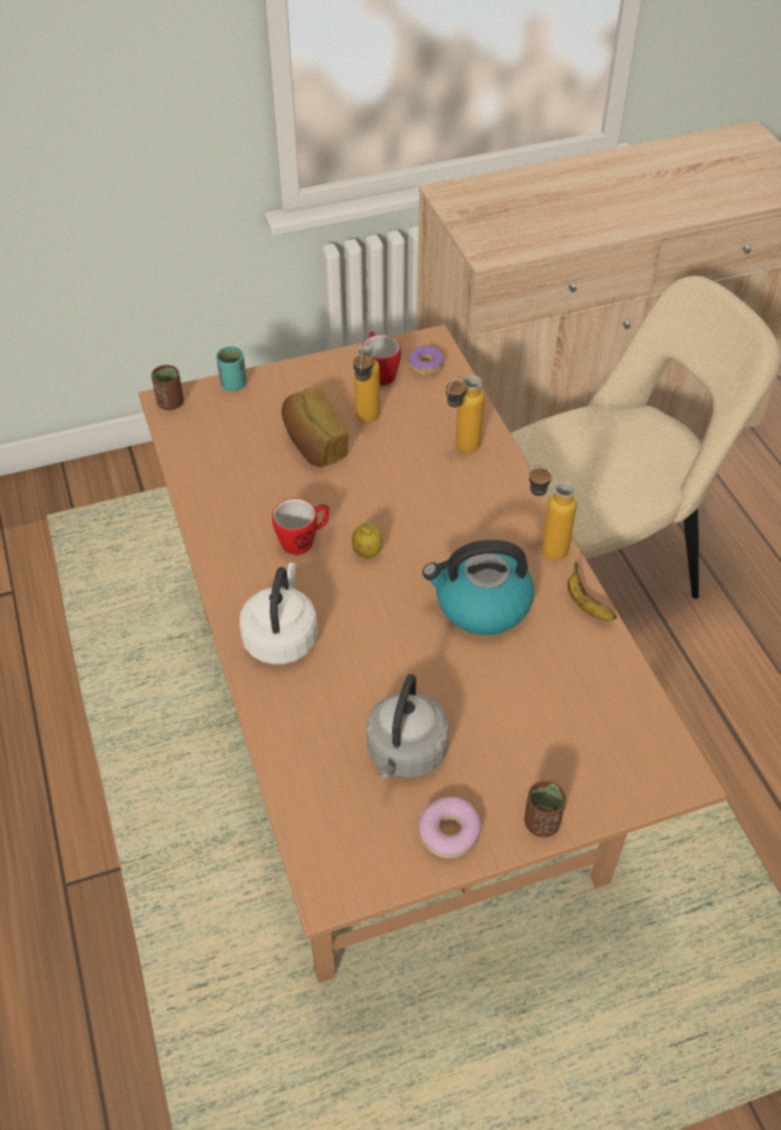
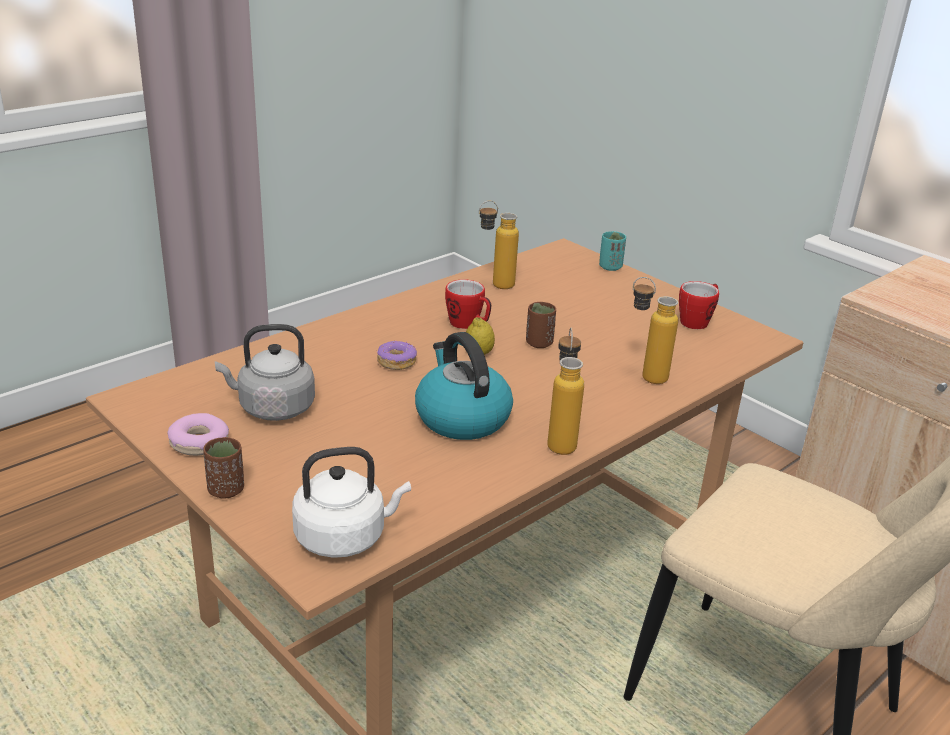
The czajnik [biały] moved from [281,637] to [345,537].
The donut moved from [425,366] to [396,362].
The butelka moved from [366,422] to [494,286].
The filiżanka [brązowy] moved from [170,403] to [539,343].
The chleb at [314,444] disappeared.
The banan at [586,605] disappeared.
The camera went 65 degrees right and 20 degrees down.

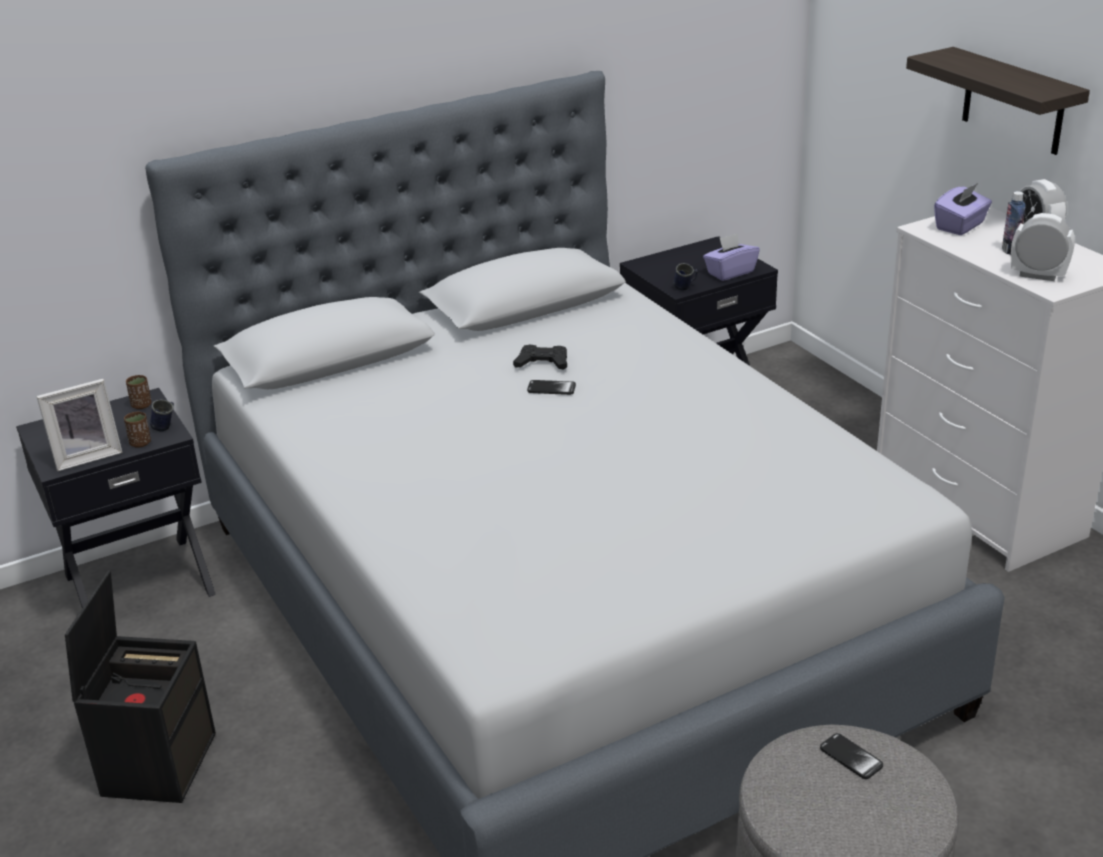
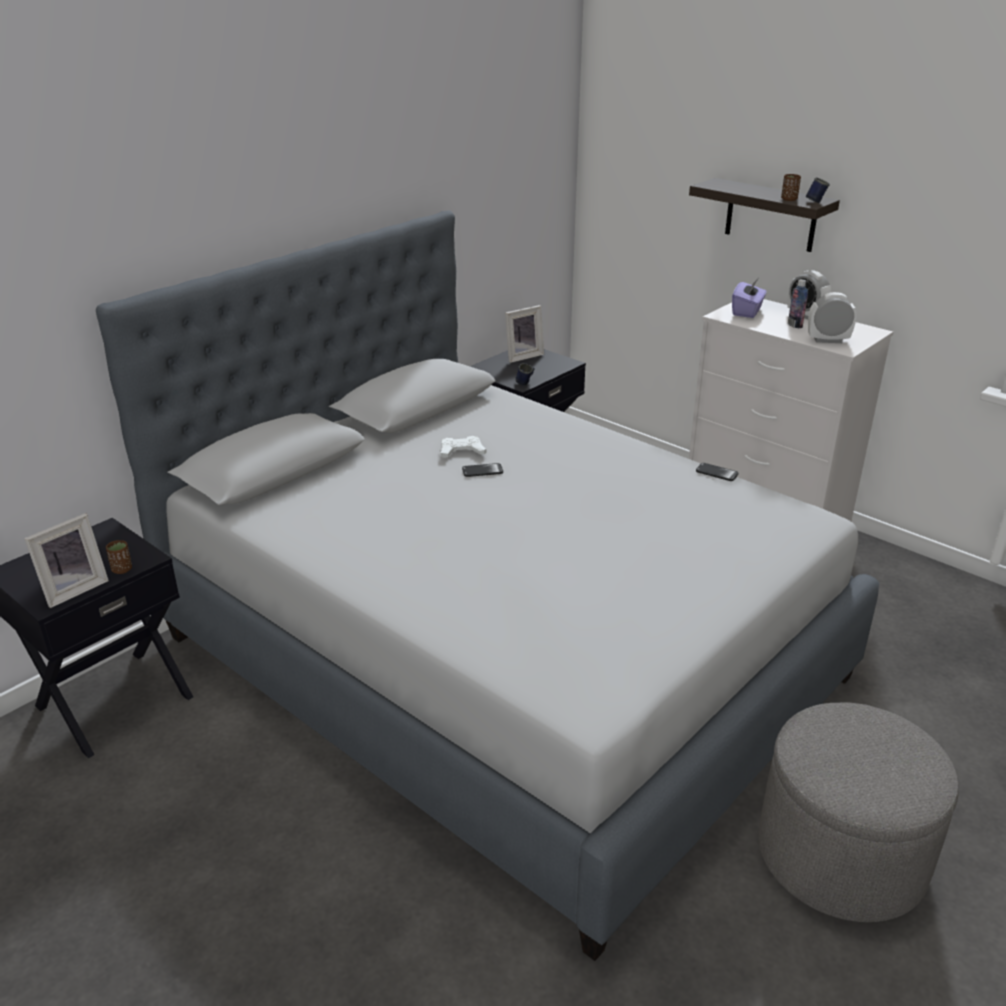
The pad do gier [czarny] at [542,363] became the pad do gier [biały] at [461,452].
The ramka na zdjęcie at [522,356] appeared.
The telefon moved from [851,757] to [716,473].
The filiżanka [brązowy] moved from [141,405] to [789,199].
The kubek [niebieski] moved from [166,426] to [815,201].
The pojemnik do przechowywania [czarny] at [158,762] disappeared.
The pudełko chusteczek [fioletowy] at [730,272] disappeared.
The camera went 20 degrees left and 0 degrees up.

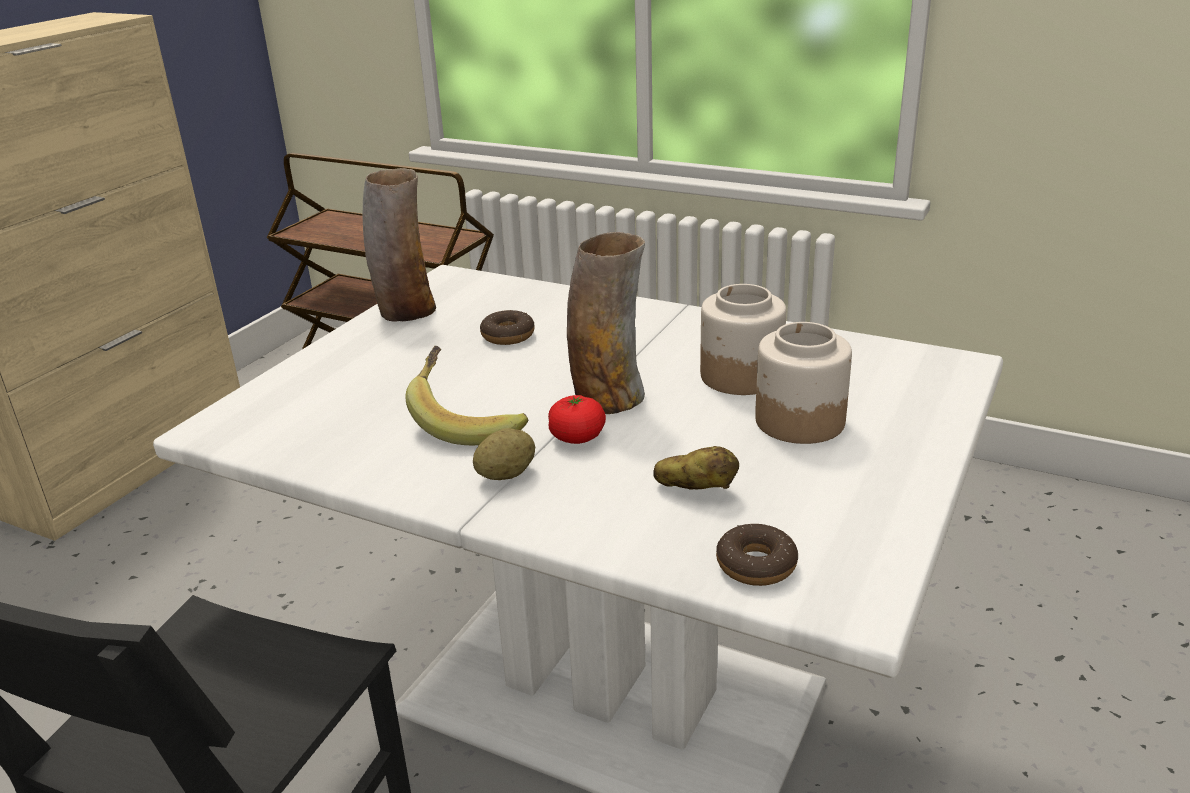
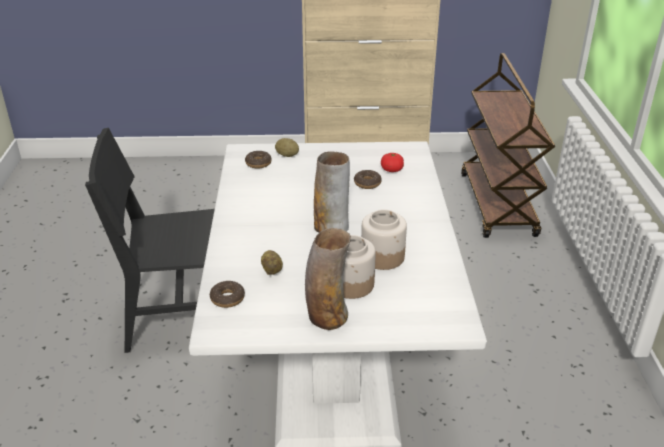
The donut at [258,163] appeared.
The ziemniak moved from [506,475] to [287,155].
The wazon moved from [405,311] to [327,316].
The pomidor moved from [577,437] to [392,170].
The banan at [468,421] disappeared.
The camera went 60 degrees right and 5 degrees up.

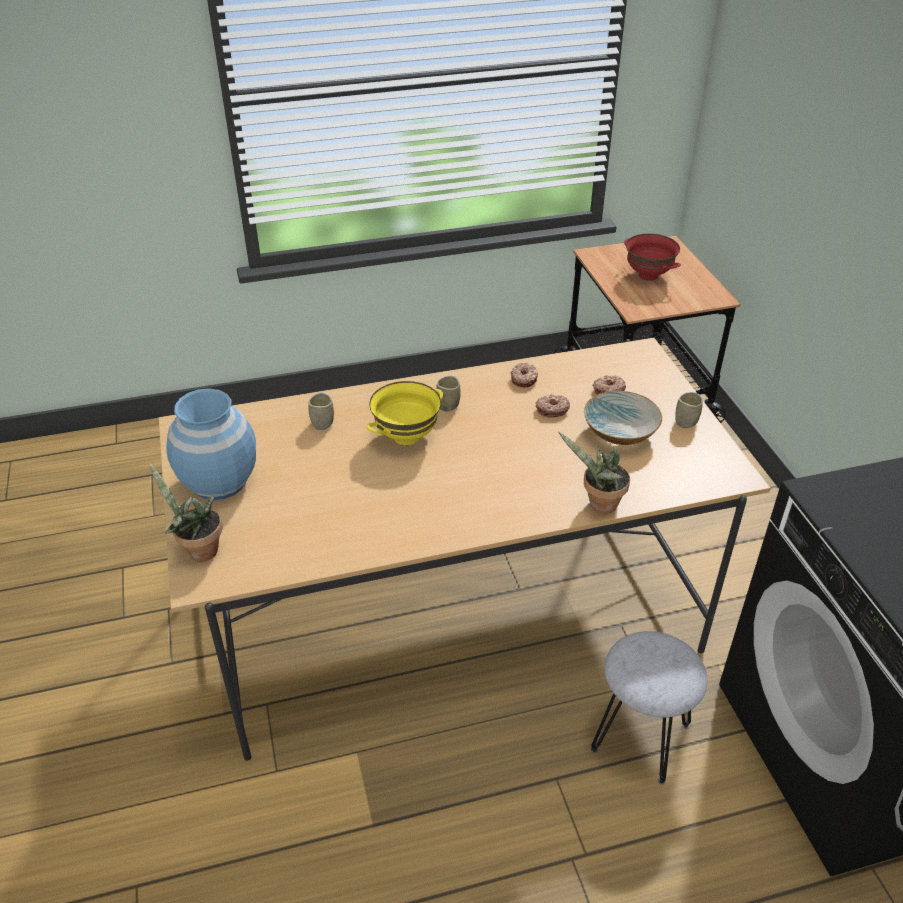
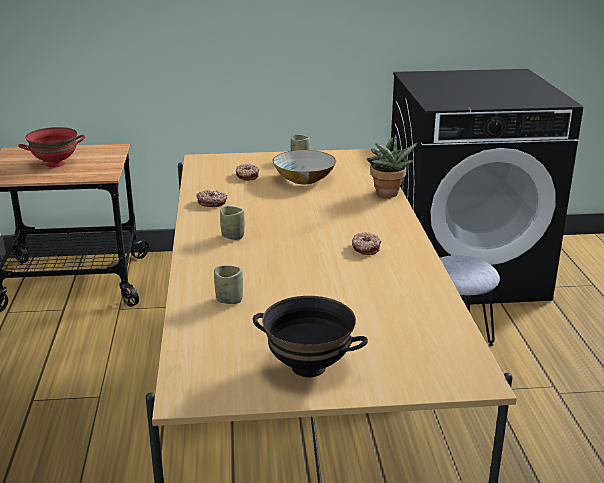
The wazon [niebieski] at [219,481] was replaced by the miska [czarny] at [309,367].
The donut moved from [552,409] to [365,248].
The roślina doniczkowa at [198,550] disappeared.
The miska [żółty] at [406,436] disappeared.
The camera went 80 degrees left and 15 degrees down.

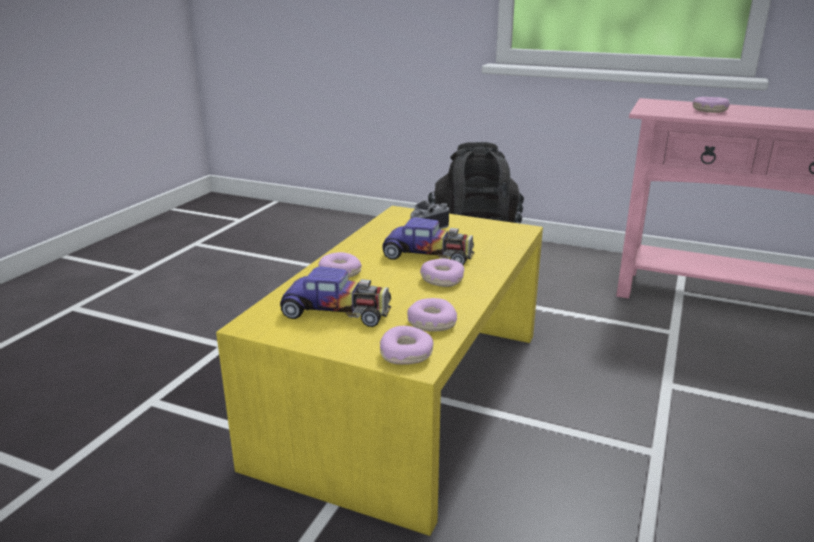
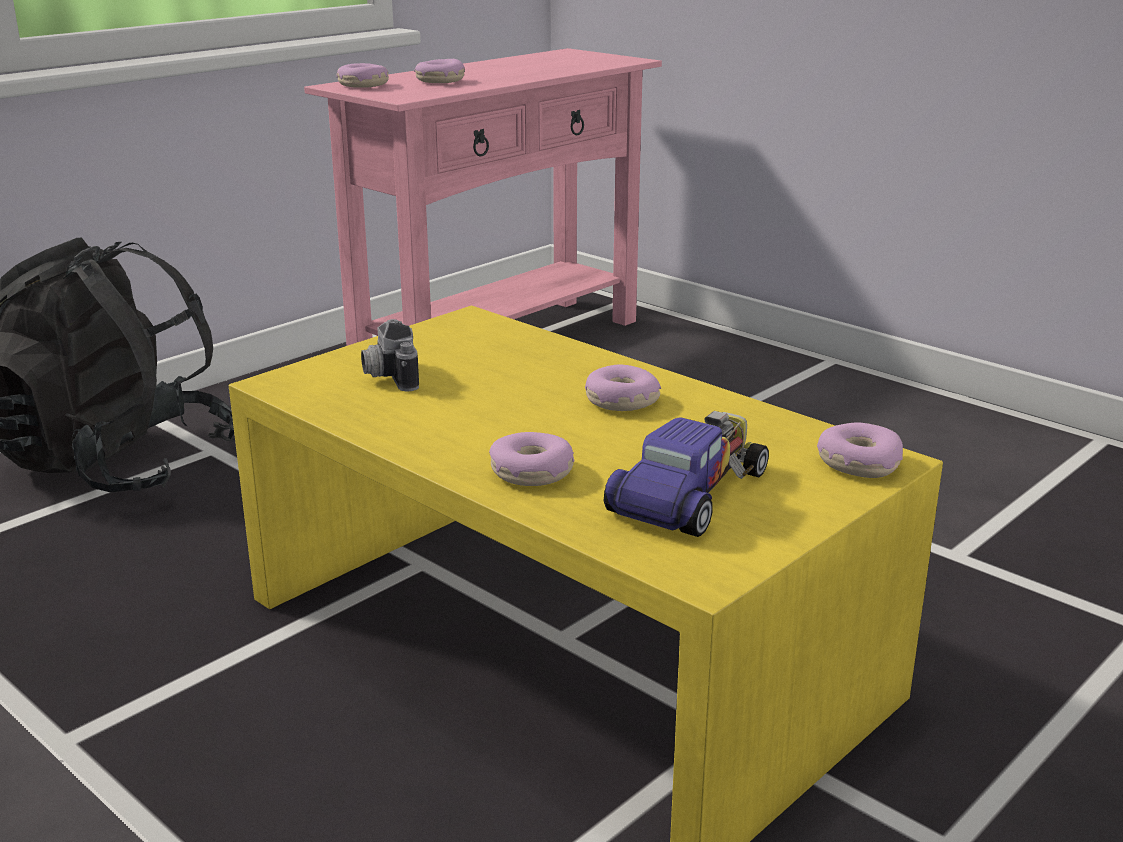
The donut moved from [431,323] to [363,85].
The samochodzik at [429,255] disappeared.
The camera went 70 degrees left and 0 degrees up.

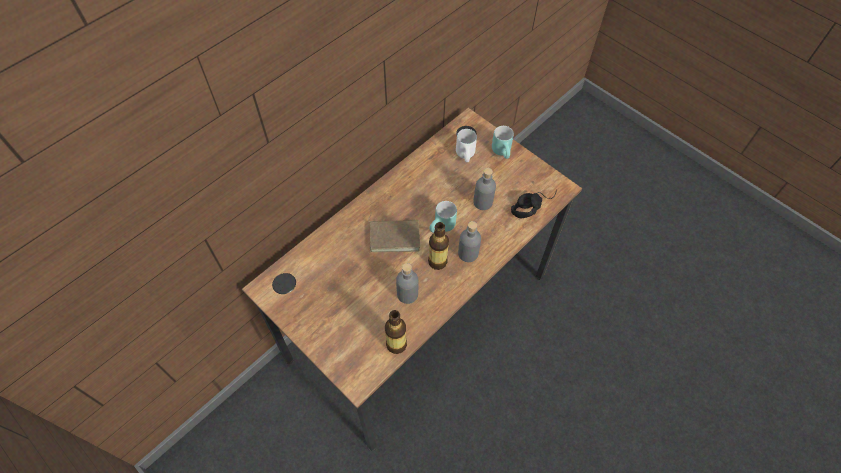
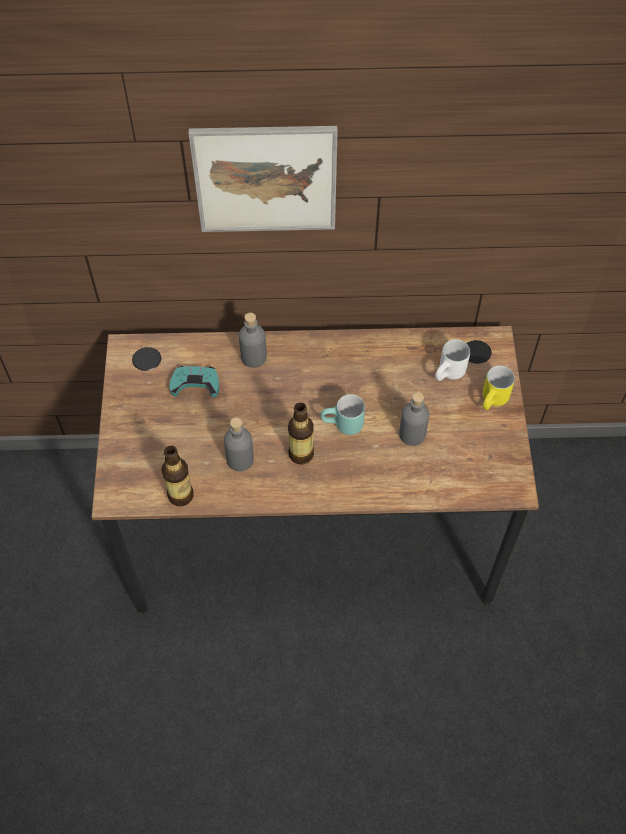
The pad do gier [turkusowy] at [195,383] appeared.
The obraz at [265,179] appeared.
The butelka [szary] moved from [468,253] to [253,357].
The kubek [turkusowy] at [503,152] became the kubek [żółty] at [494,401].
The książka [brązowy] at [395,235] disappeared.
The słuchawki [czarny] at [531,204] disappeared.
The camera went 45 degrees right and 0 degrees up.

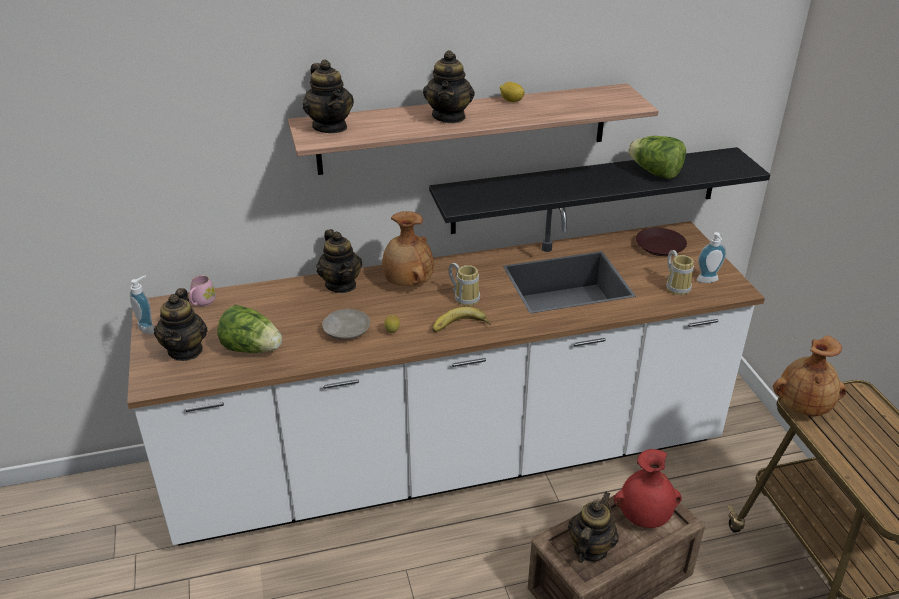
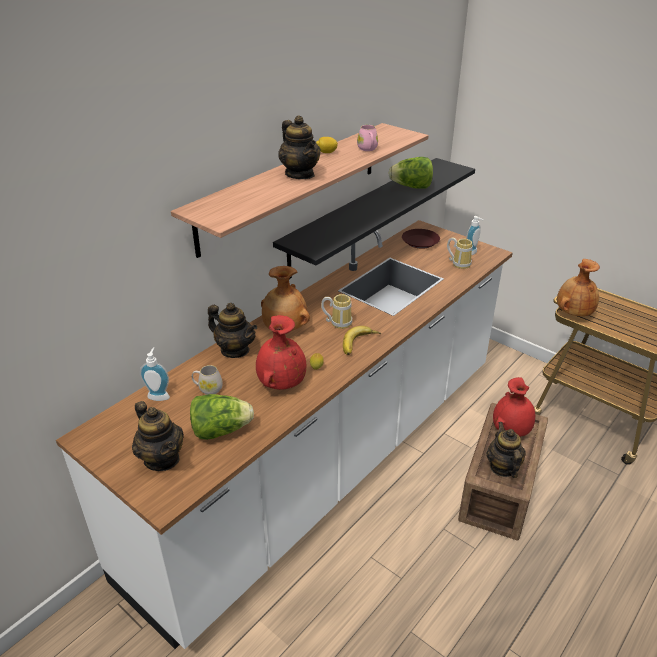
The dozownik mydła moved from [149,327] to [159,395].
The kubek [biały] at [208,389] appeared.
The talerz [beżowy] at [346,330] was replaced by the wazon [czerwony] at [281,382].
The kubek [różowy] moved from [202,302] to [368,149].
The imbryk at [330,127] disappeared.
The camera went 35 degrees left and 0 degrees up.

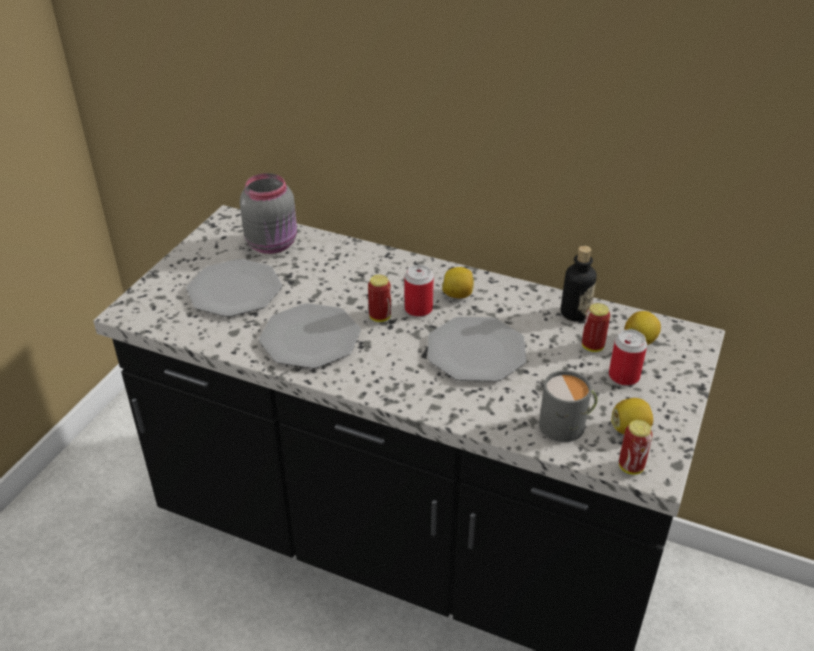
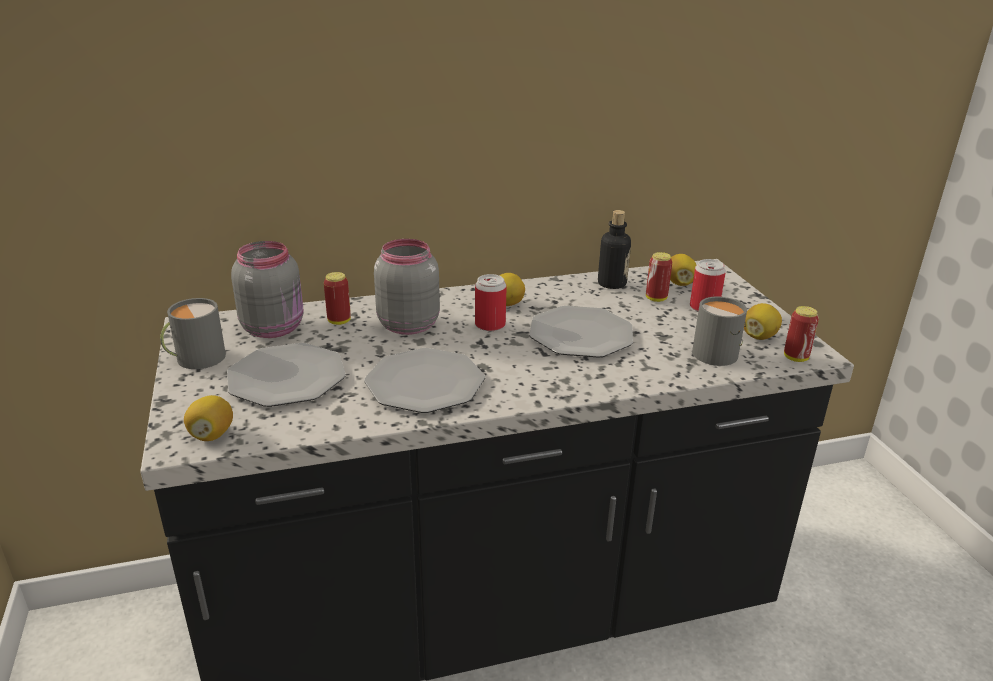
The kubek [szary] at [195,358] appeared.
The cytryna at [212,435] appeared.
The puszka moved from [380,317] to [339,321].
The słoik [szary] at [407,324] appeared.
The camera went 40 degrees left and 10 degrees down.

